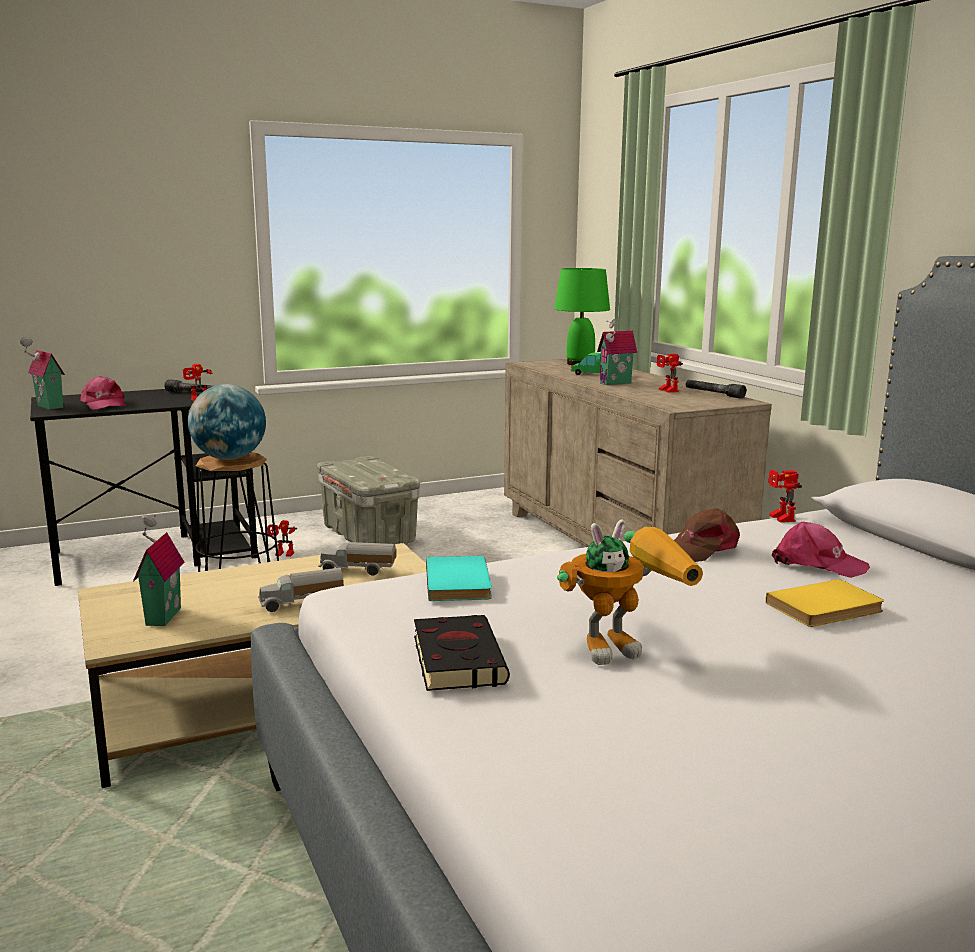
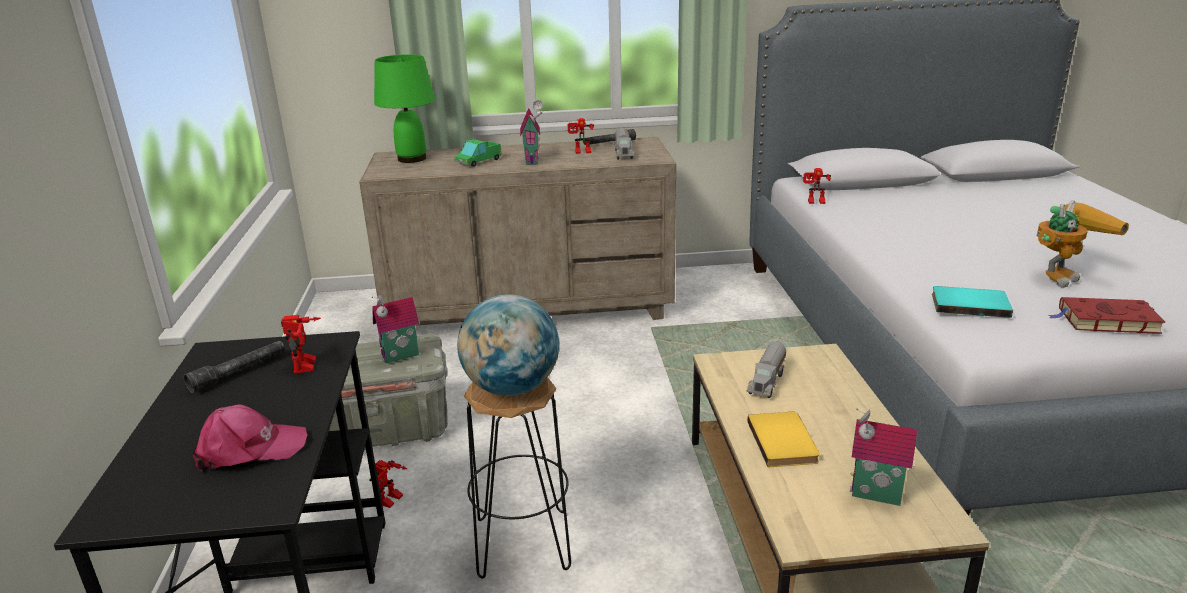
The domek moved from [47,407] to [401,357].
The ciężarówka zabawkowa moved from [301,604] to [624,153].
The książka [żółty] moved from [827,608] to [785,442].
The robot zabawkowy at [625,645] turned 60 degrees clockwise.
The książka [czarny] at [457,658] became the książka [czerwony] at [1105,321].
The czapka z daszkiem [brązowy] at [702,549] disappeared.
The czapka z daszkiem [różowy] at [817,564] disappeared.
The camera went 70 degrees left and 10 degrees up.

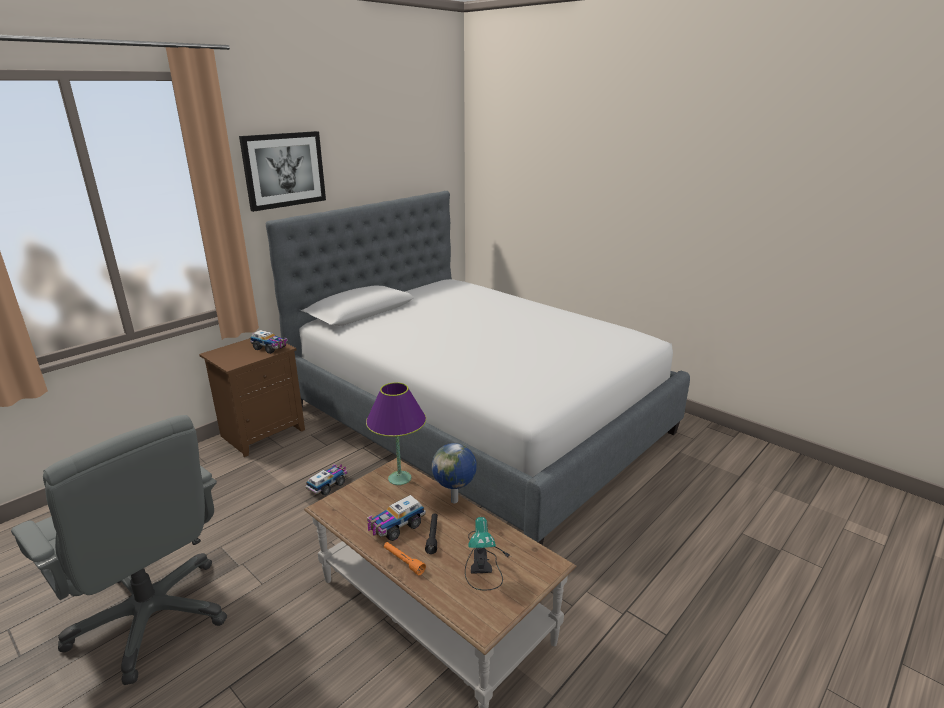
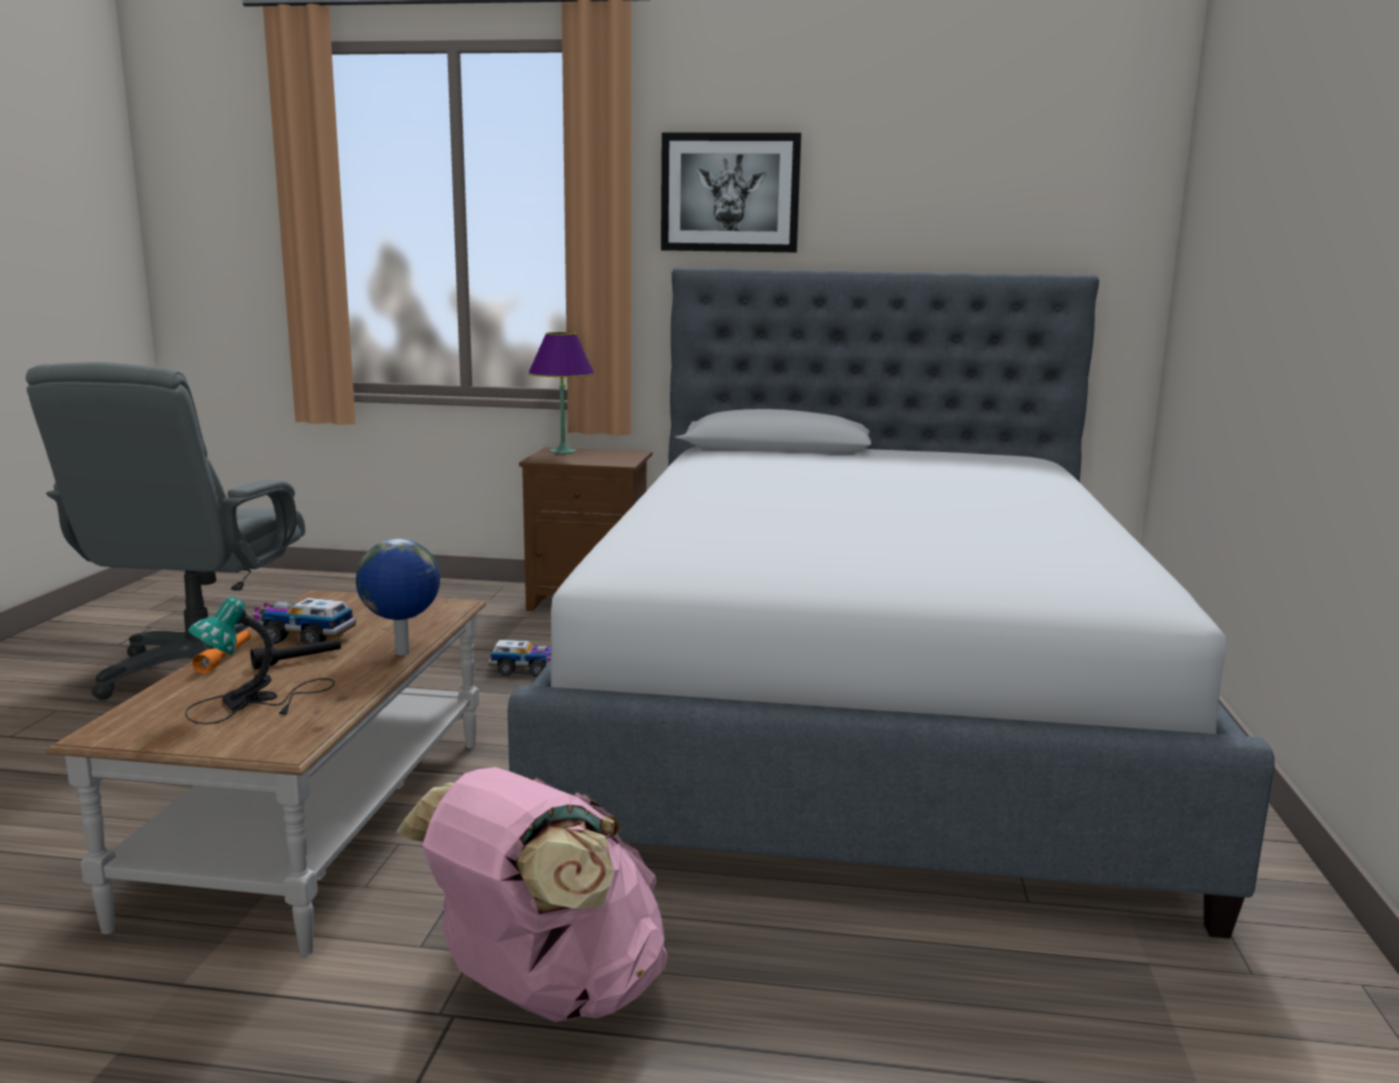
The plecak [różowy] at [545,993] appeared.
The lampa stołowa [fioletowy] moved from [399,478] to [562,451].
The ciężarówka zabawkowa at [270,348] disappeared.
The camera went 55 degrees right and 10 degrees down.

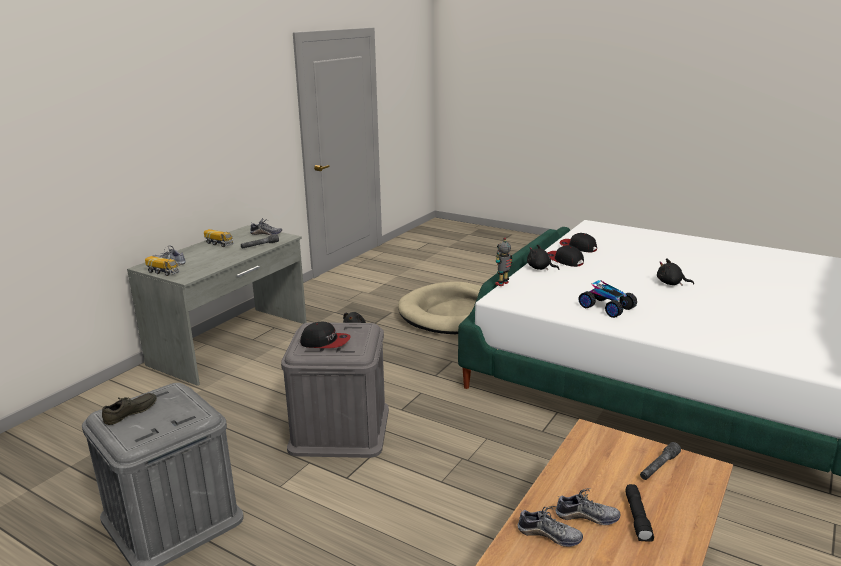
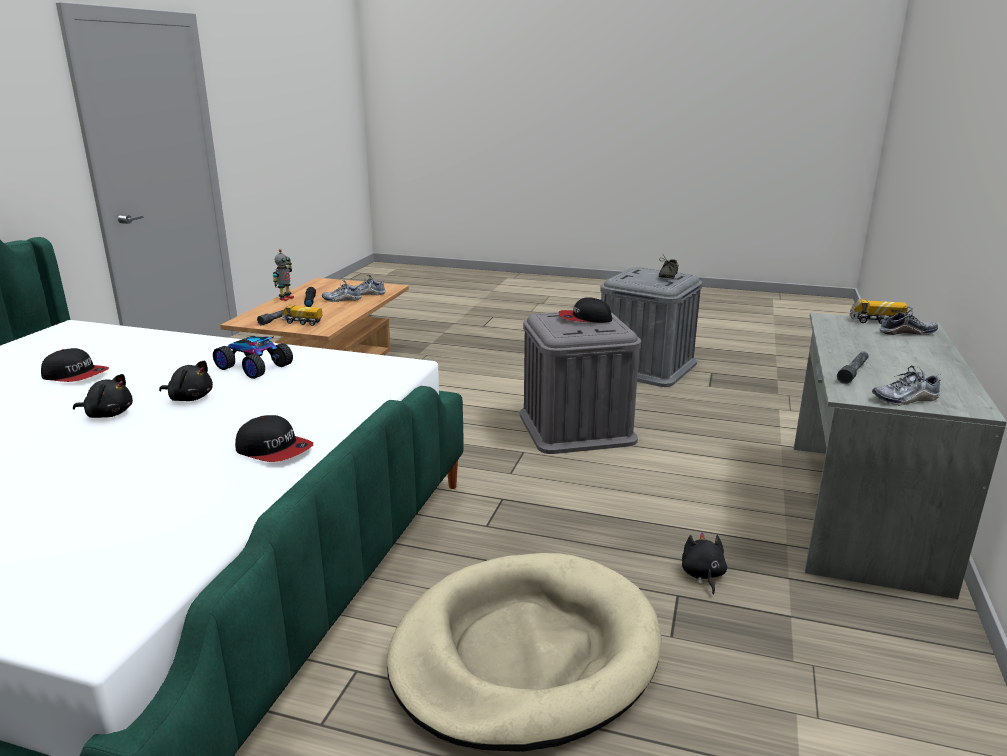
The czapka z daszkiem moved from [577,247] to [76,375].
The pluszak [czarny] moved from [540,268] to [190,398].
The robot zabawkowy moved from [502,284] to [285,298].
The ciężarówka zabawkowa moved from [219,244] to [302,322].
The camera went 165 degrees right and 0 degrees up.

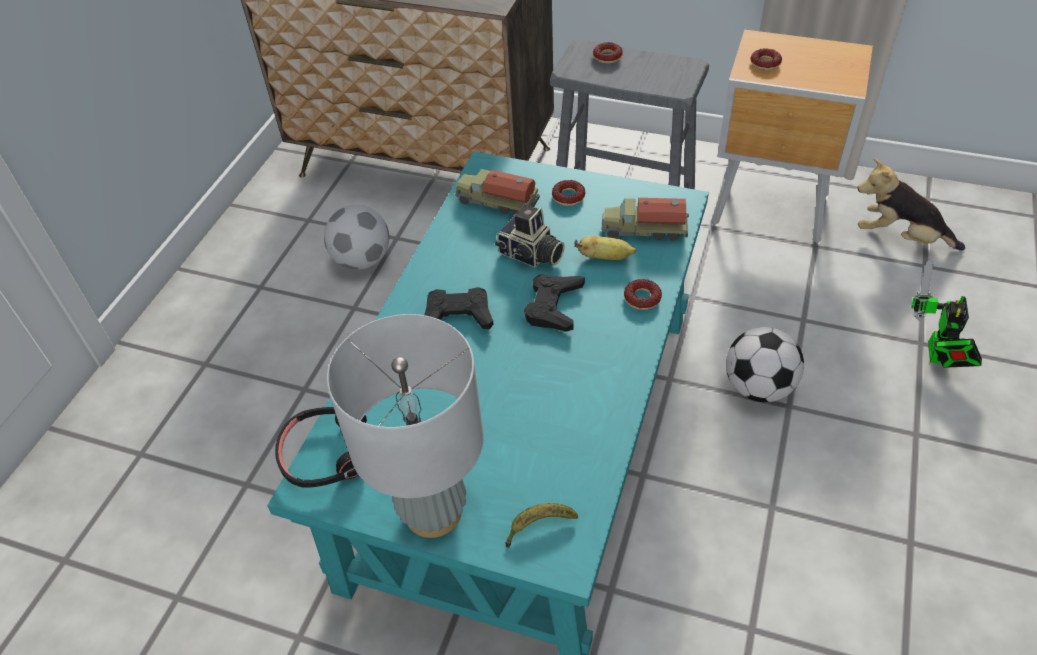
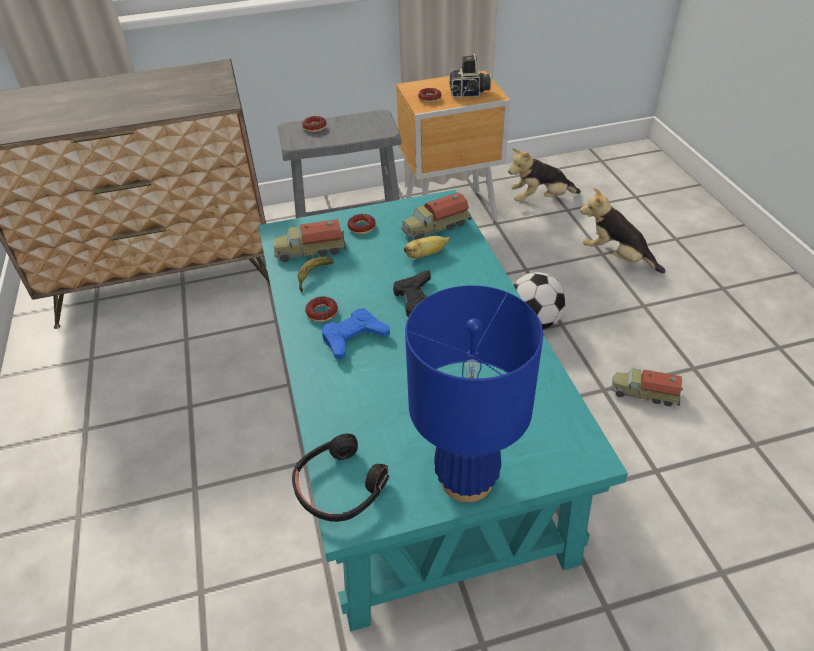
The banan moved from [538,526] to [313,276].
The donut moved from [642,298] to [322,312].
The pad do gier [czarny] at [458,315] became the pad do gier [niebieski] at [354,337].
The lampa stołowa [szary] at [432,512] became the lampa stołowa [niebieski] at [466,480].
The aparat fotograficzny moved from [530,255] to [469,93].
The robot zabawkowy at [936,356] was replaced by the pluszak at [616,257].
The ciężarówka zabawkowa at [644,393] appeared.
The piłka futbolowa at [362,260] disappeared.
The camera went 35 degrees left and 5 degrees down.

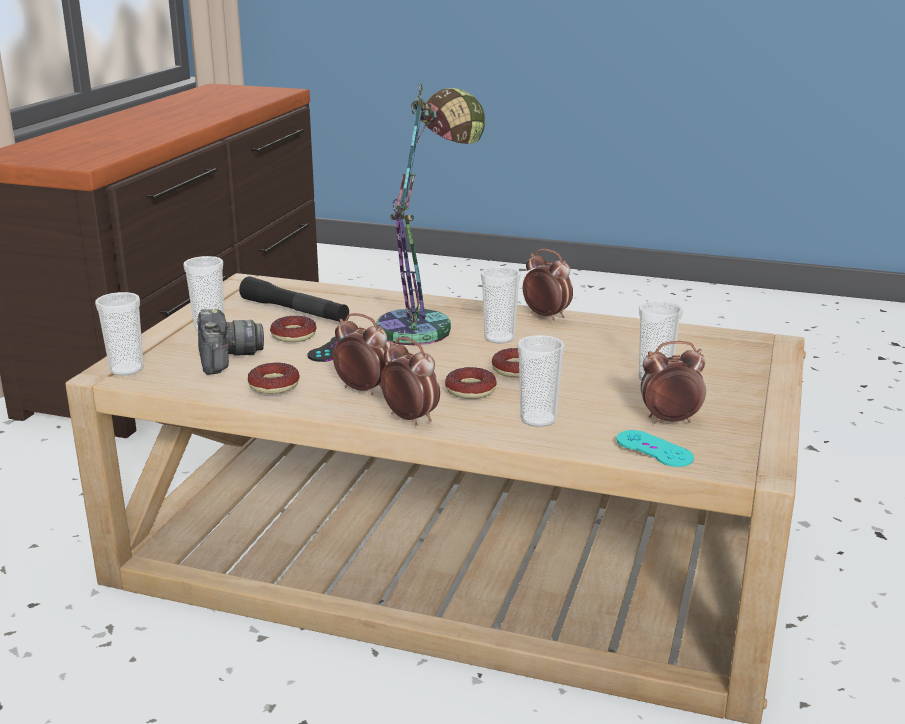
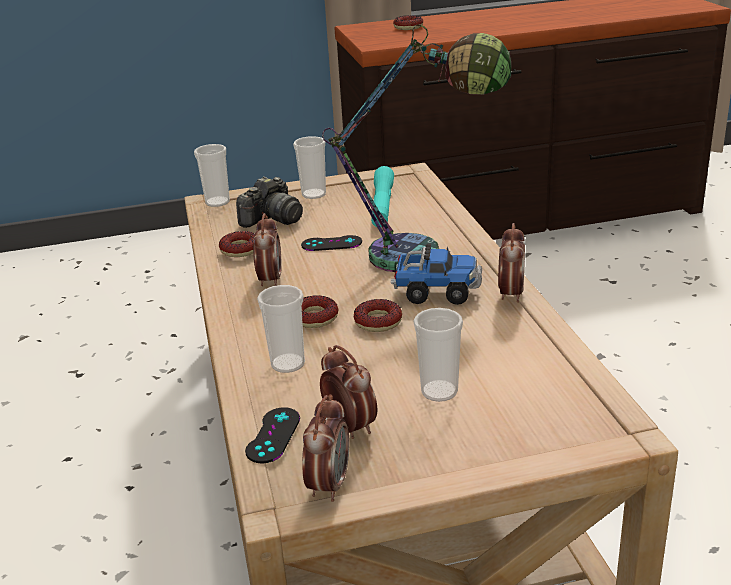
The pad do gier [turkusowy] at [654,449] became the pad do gier [czarny] at [273,435].
The budzik moved from [410,418] to [329,485].
The latarka [czarny] at [294,311] became the latarka [turkusowy] at [382,206].
The filiżanka at [499,338] was replaced by the ciężarówka zabawkowa at [436,292].
The donut moved from [293,335] to [408,27].
The camera went 60 degrees right and 5 degrees up.

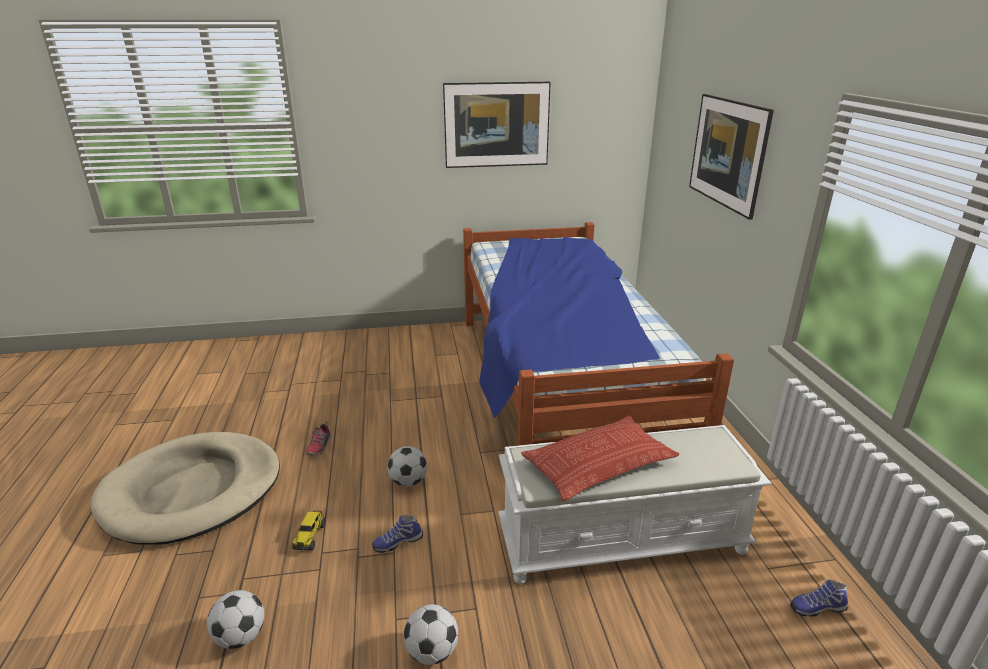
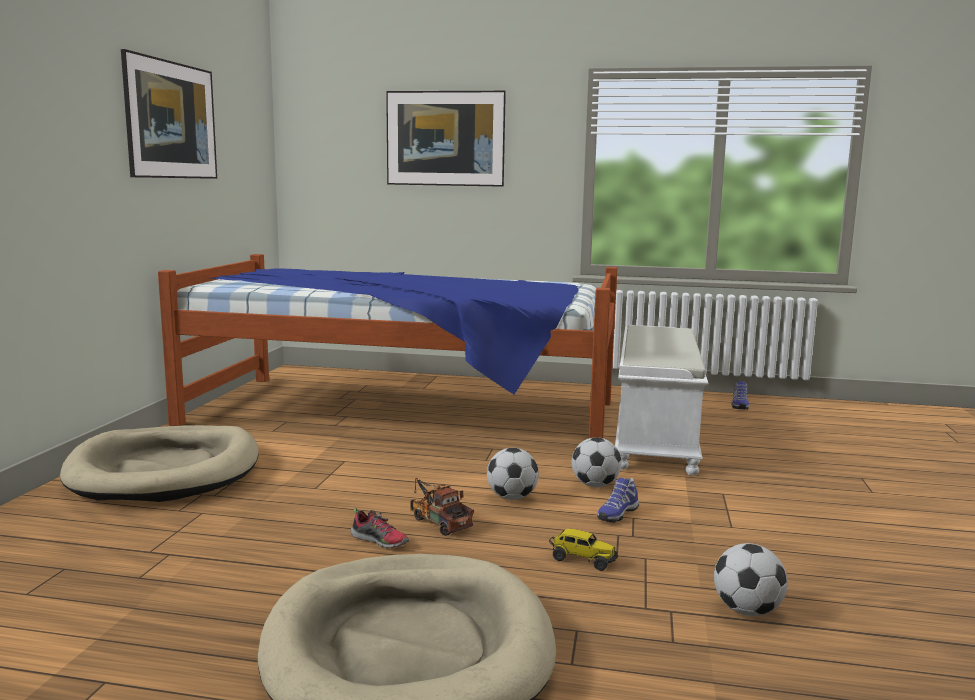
The legowisko [beżowy] at [165,470] appeared.
The ciężarówka zabawkowa at [438,521] appeared.
The piłka futbolowa moved from [432,651] to [595,485].
The but at [397,542] turned 45 degrees clockwise.
The poduszka at [599,464] disappeared.
The camera went 70 degrees left and 15 degrees down.

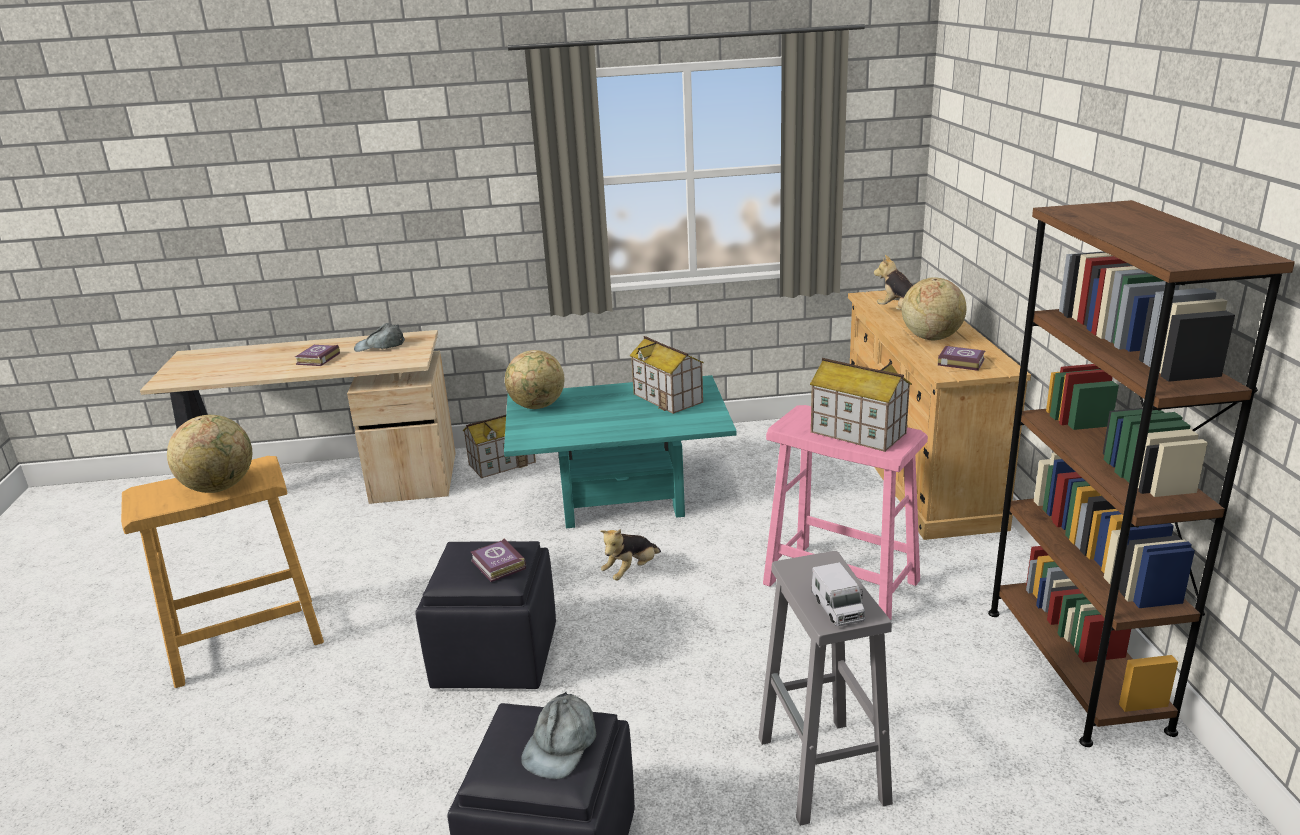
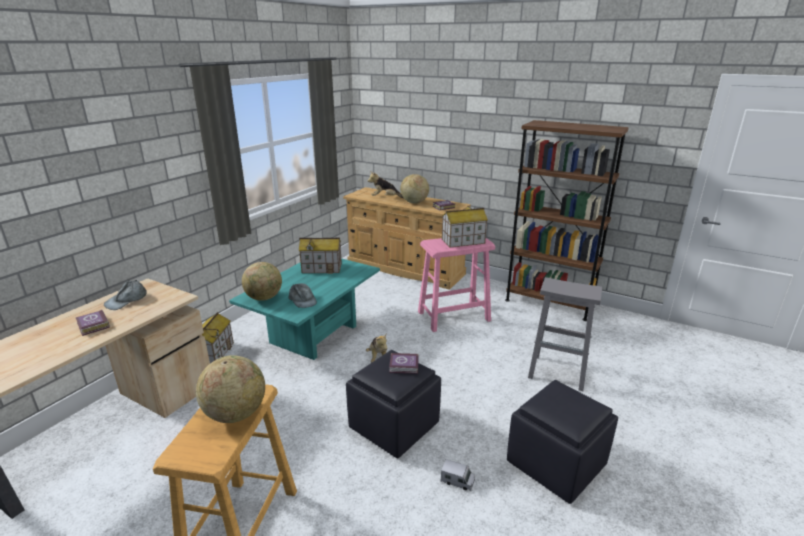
The czapka z daszkiem [szary] moved from [561,744] to [302,300].
The ciężarówka zabawkowa moved from [837,608] to [457,481].
The camera went 55 degrees left and 0 degrees up.

